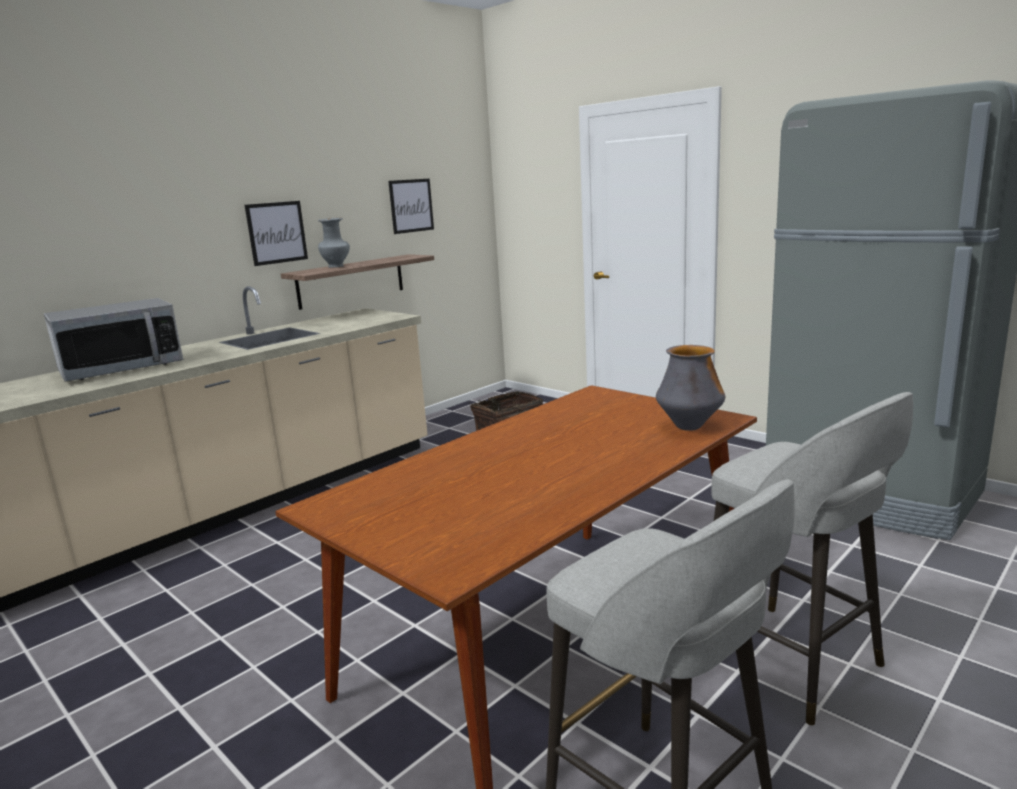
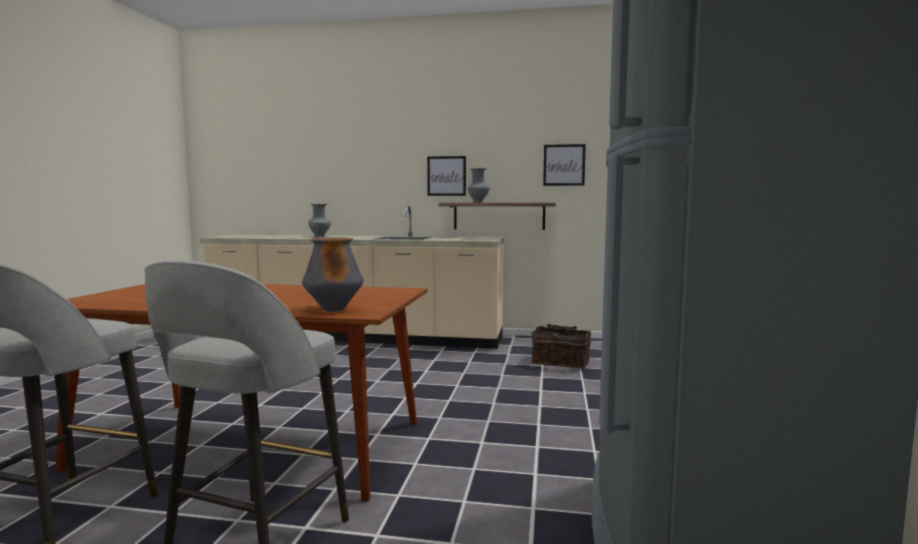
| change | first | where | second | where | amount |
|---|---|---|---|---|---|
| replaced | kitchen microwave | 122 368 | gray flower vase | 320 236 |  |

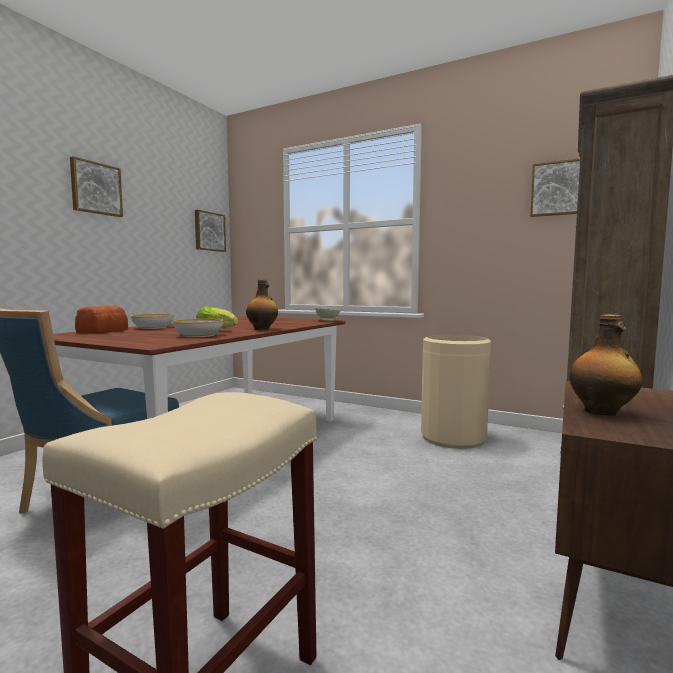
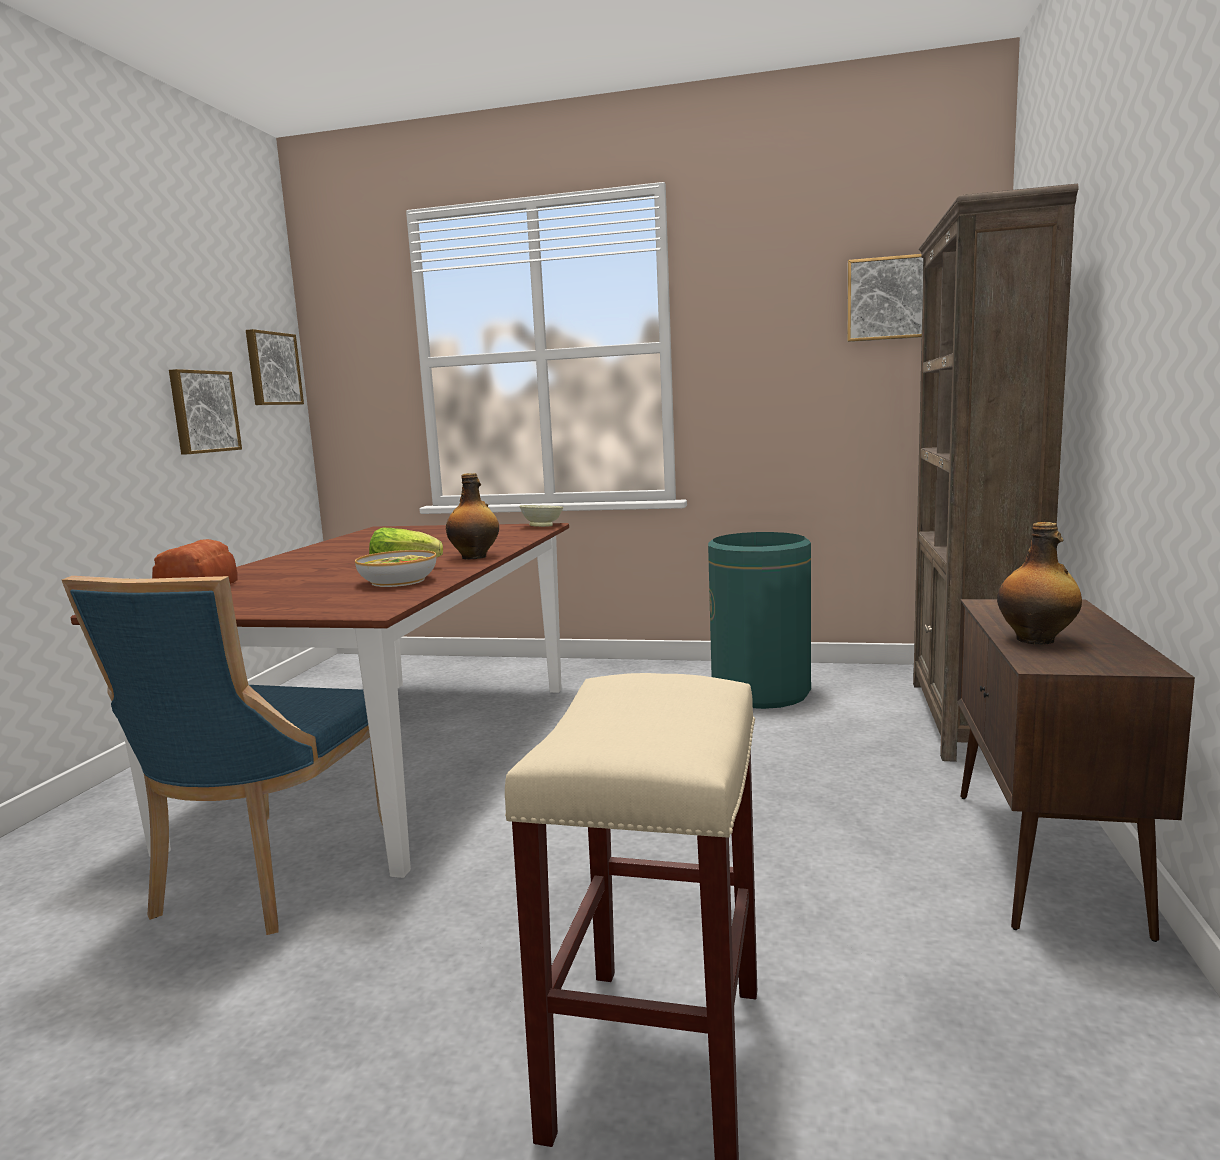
| change | first | where | second | where | amount |
|---|---|---|---|---|---|
| moved | wall picture | 95 188 |  | 203 412 |  |
| removed | serving bowl | 153 327 |  |  |  |
| recoloured | sand-coloured rubbish bin | 453 438 | greenish rubbish bin | 761 692 |  |

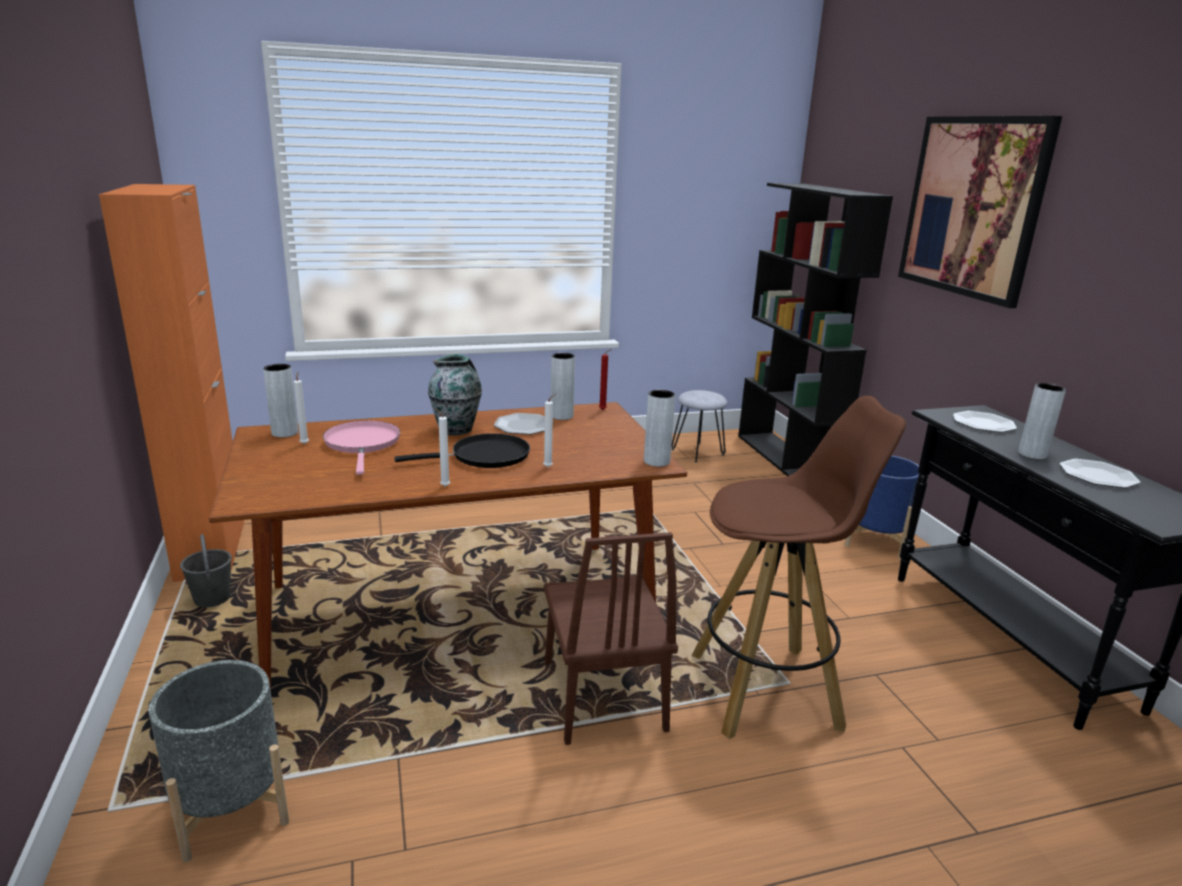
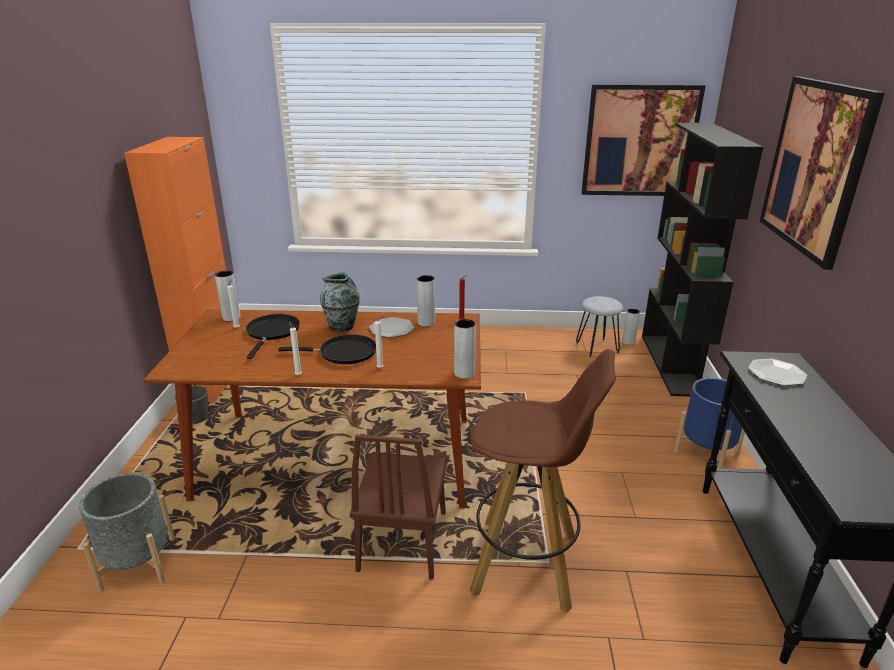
| change | first | where | second | where | amount |
|---|---|---|---|---|---|
| moved | gray flower vase | 1032 454 |  | 628 341 |  |
| recoloured | pinkish frying pan | 362 444 | black-coloured frying pan | 272 332 |  |
| removed | flat dish | 1097 476 |  |  |  |
| added |  |  | wall picture | 640 141 |  |

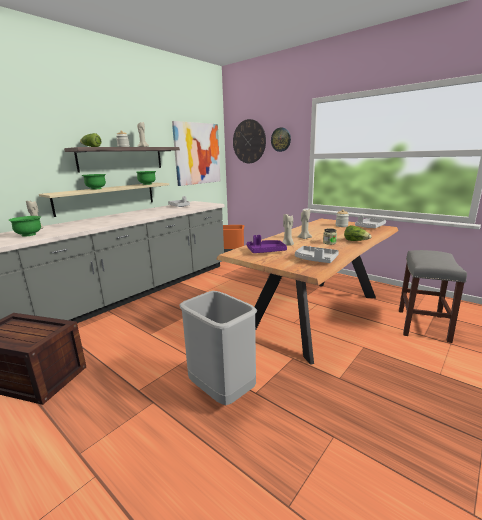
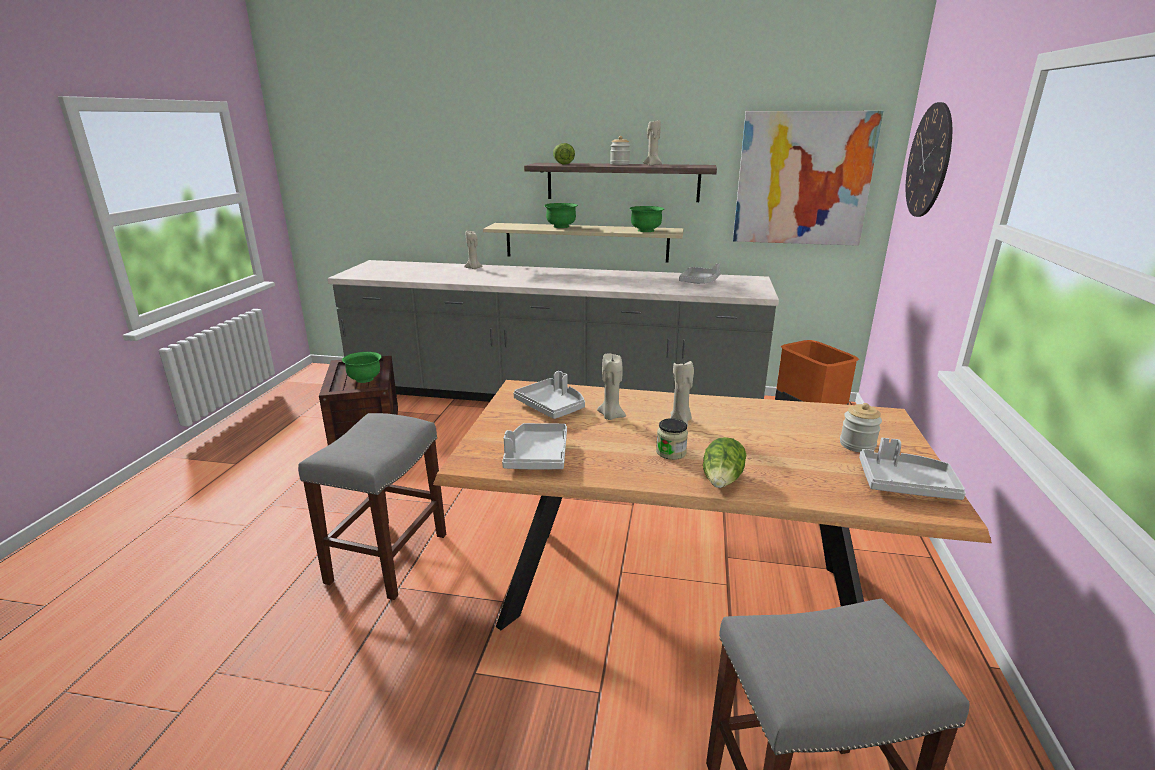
| change | first | where | second | where | amount |
|---|---|---|---|---|---|
| removed | wall clock | 281 139 |  |  |  |
| moved | greenish serving bowl | 29 235 |  | 364 379 |  |
| recoloured | purplish serving tray | 265 251 | gray serving tray | 552 407 |  |
| replaced | gray rubbish bin | 221 392 | gray stool seat | 388 556 |  |

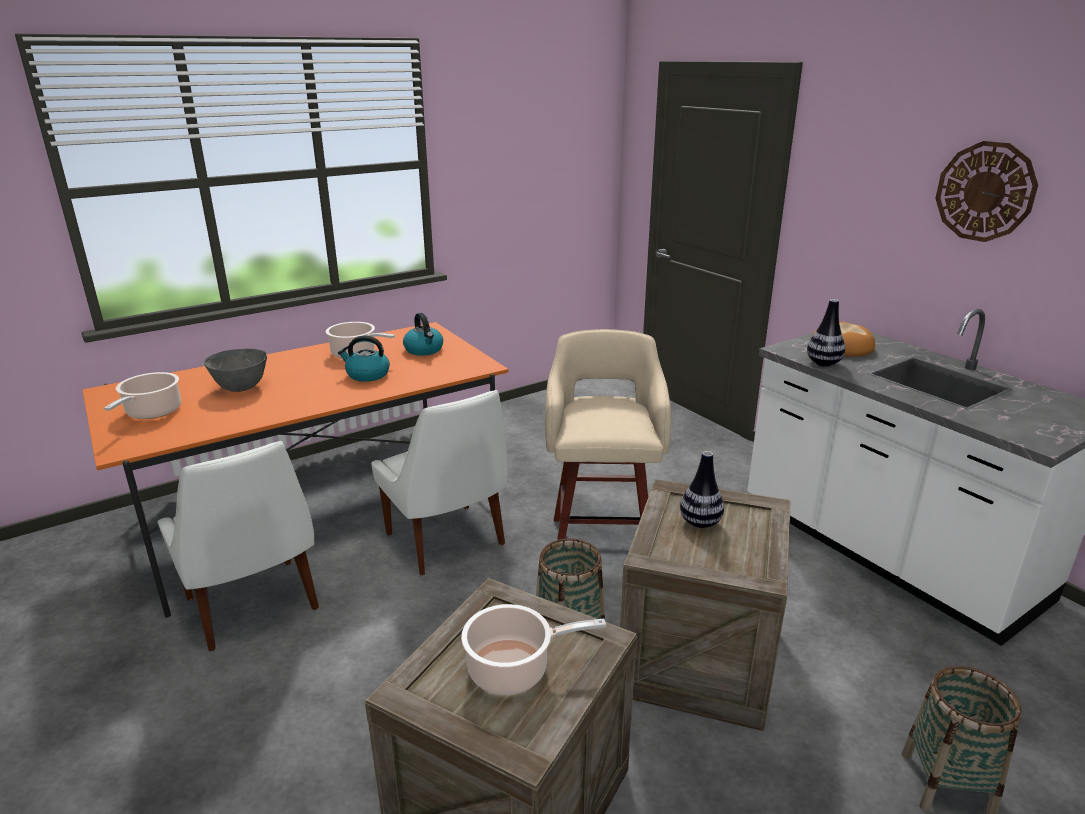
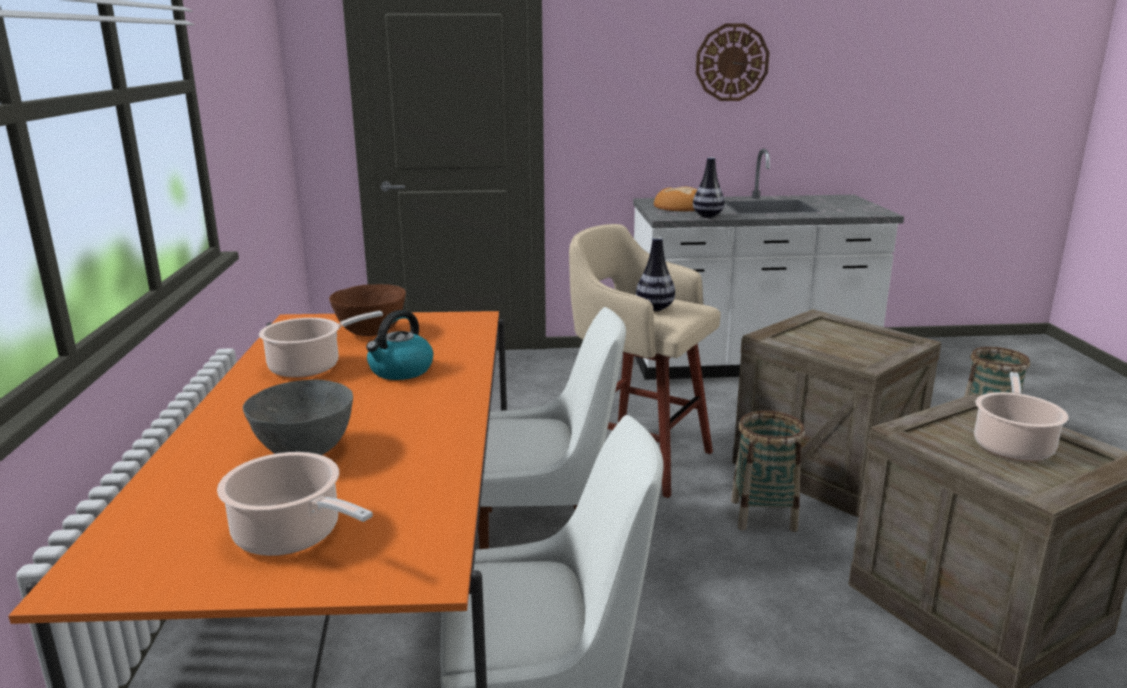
| change | first | where | second | where | amount |
|---|---|---|---|---|---|
| replaced | water kettle | 424 350 | brownish serving bowl | 370 333 |  |
| moved | flower vase | 700 523 |  | 655 308 |  |

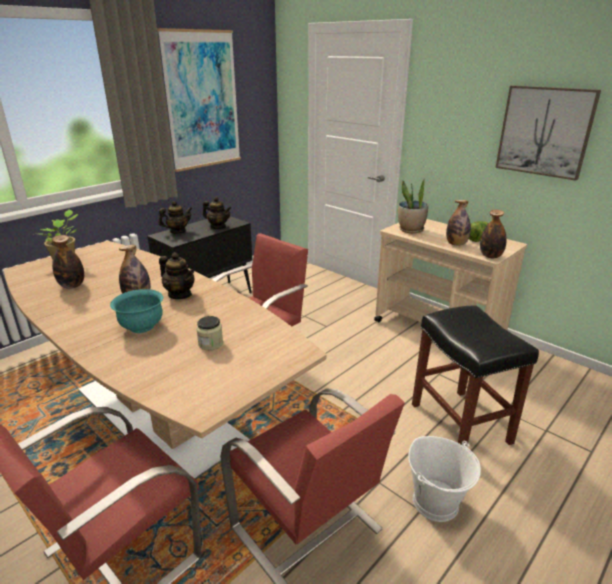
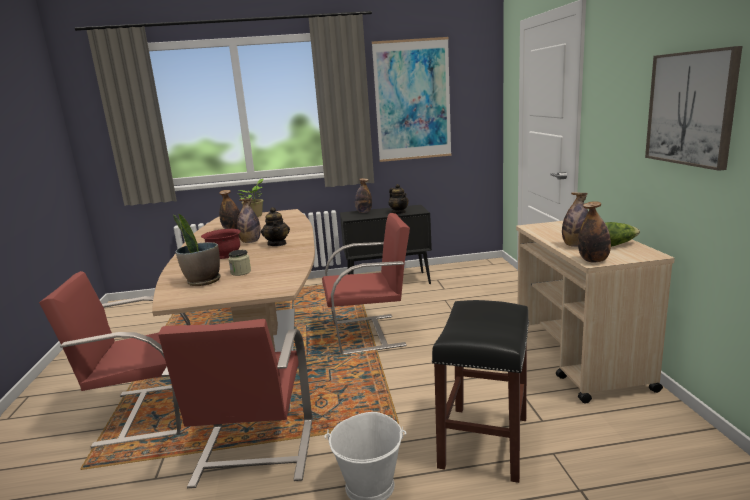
| change | first | where | second | where | amount |
|---|---|---|---|---|---|
| moved | houseplant | 410 230 |  | 203 281 |  |
| replaced | tea pot | 177 231 | bottle | 364 212 |  |
| recoloured | turquoise-coloured serving bowl | 141 327 | red serving bowl | 224 256 |  |

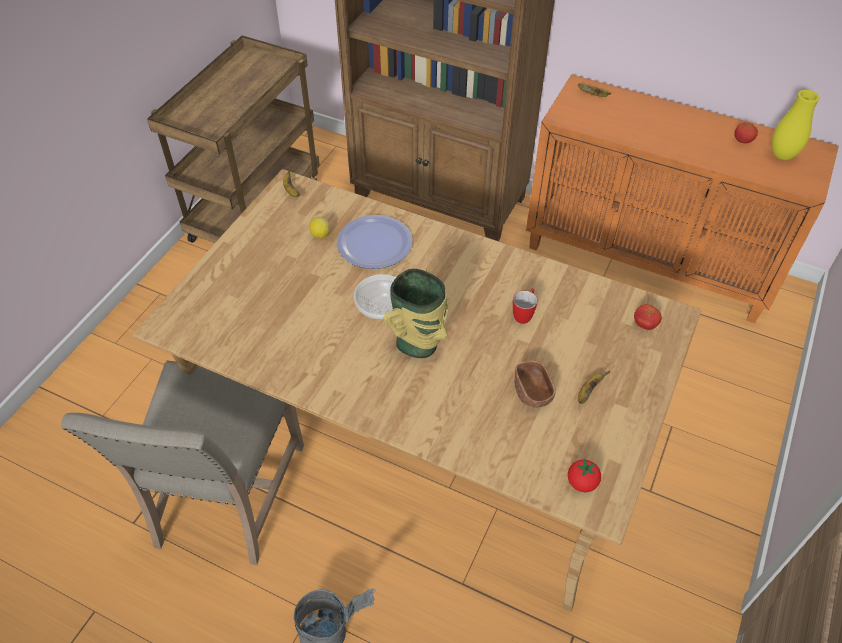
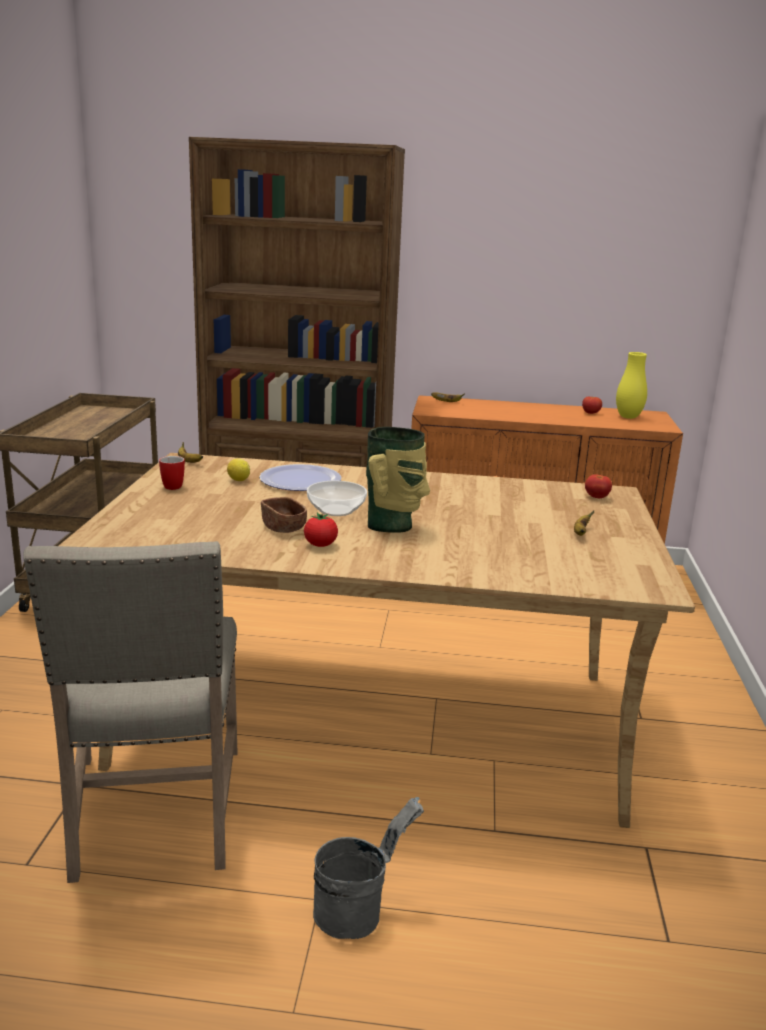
| change | first | where | second | where | amount |
|---|---|---|---|---|---|
| moved | tea mug | 524 314 |  | 175 485 |  |
| moved | brownish serving bowl | 532 393 |  | 283 528 |  |
| moved | tomato | 582 482 |  | 320 545 |  |

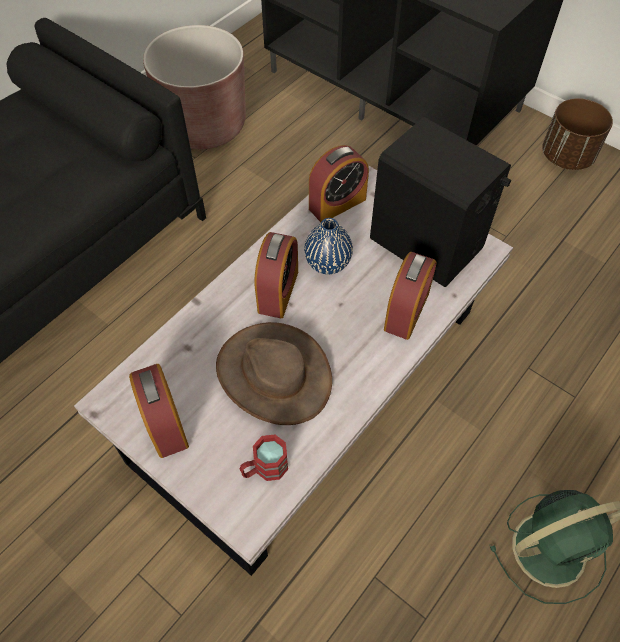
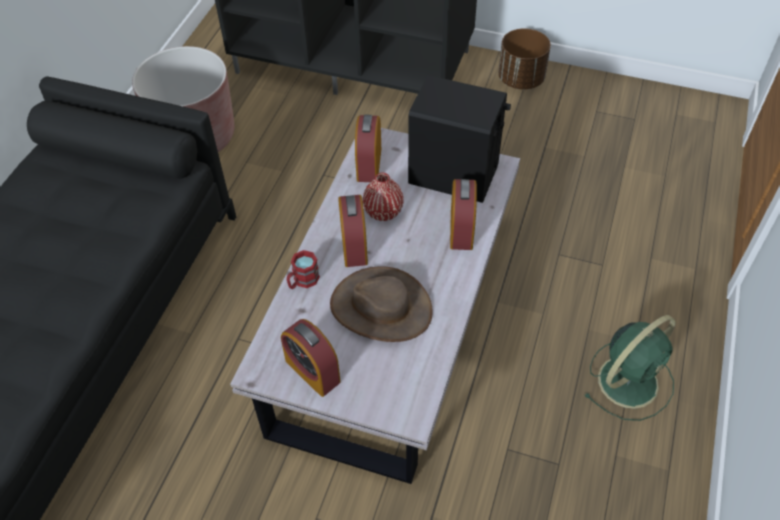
| change | first | where | second | where | amount |
|---|---|---|---|---|---|
| turned | alarm clock | 337 204 |  | 369 164 | 150 degrees clockwise |
| recoloured | blue-coloured flower vase | 327 263 | red flower vase | 383 212 |  |
| moved | red tea mug | 264 468 |  | 302 281 |  |

